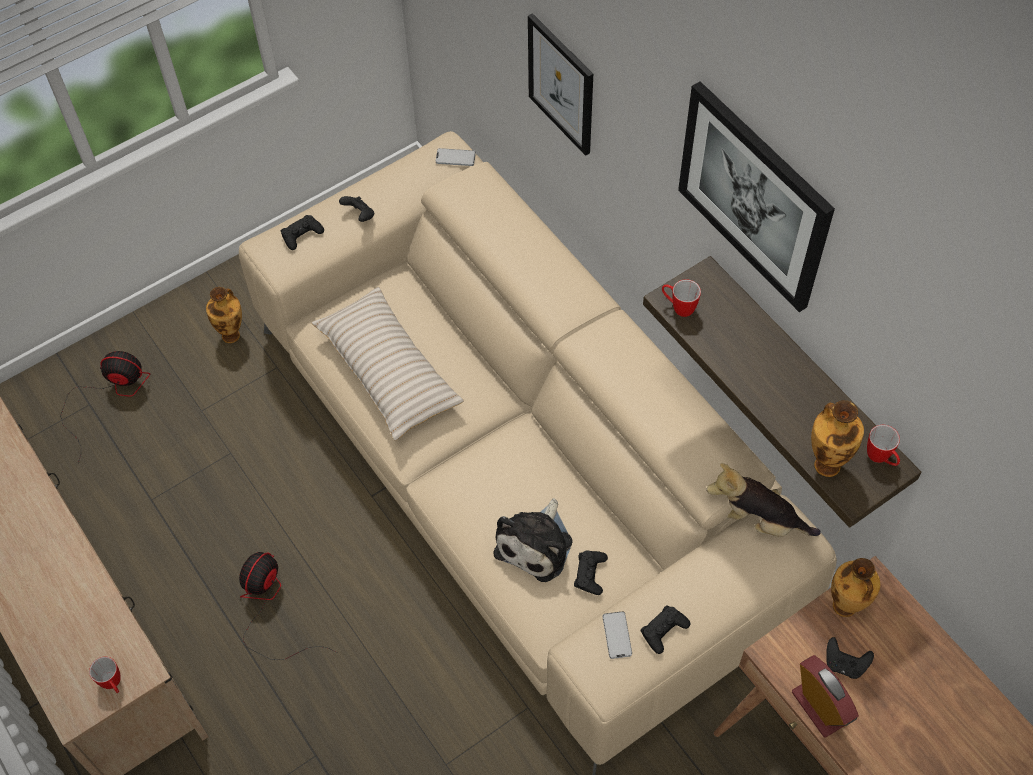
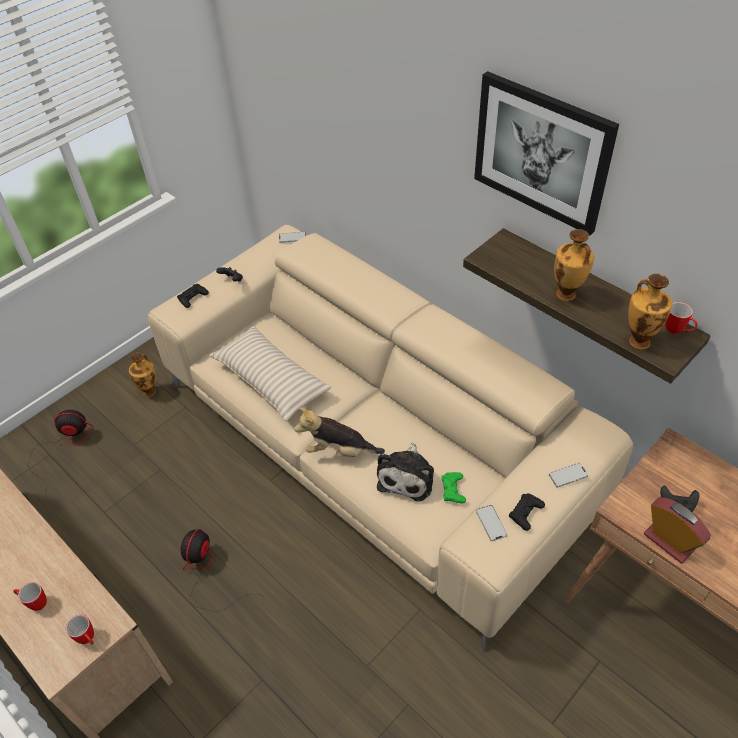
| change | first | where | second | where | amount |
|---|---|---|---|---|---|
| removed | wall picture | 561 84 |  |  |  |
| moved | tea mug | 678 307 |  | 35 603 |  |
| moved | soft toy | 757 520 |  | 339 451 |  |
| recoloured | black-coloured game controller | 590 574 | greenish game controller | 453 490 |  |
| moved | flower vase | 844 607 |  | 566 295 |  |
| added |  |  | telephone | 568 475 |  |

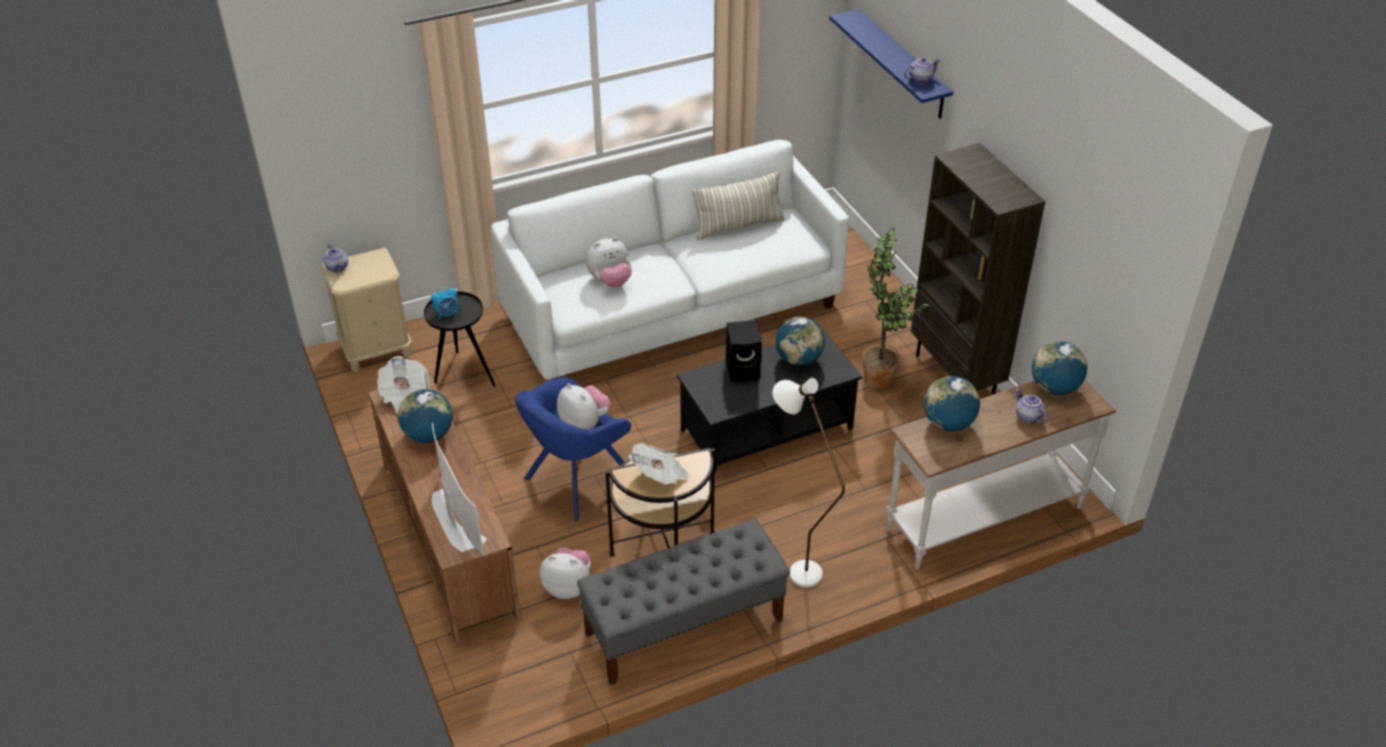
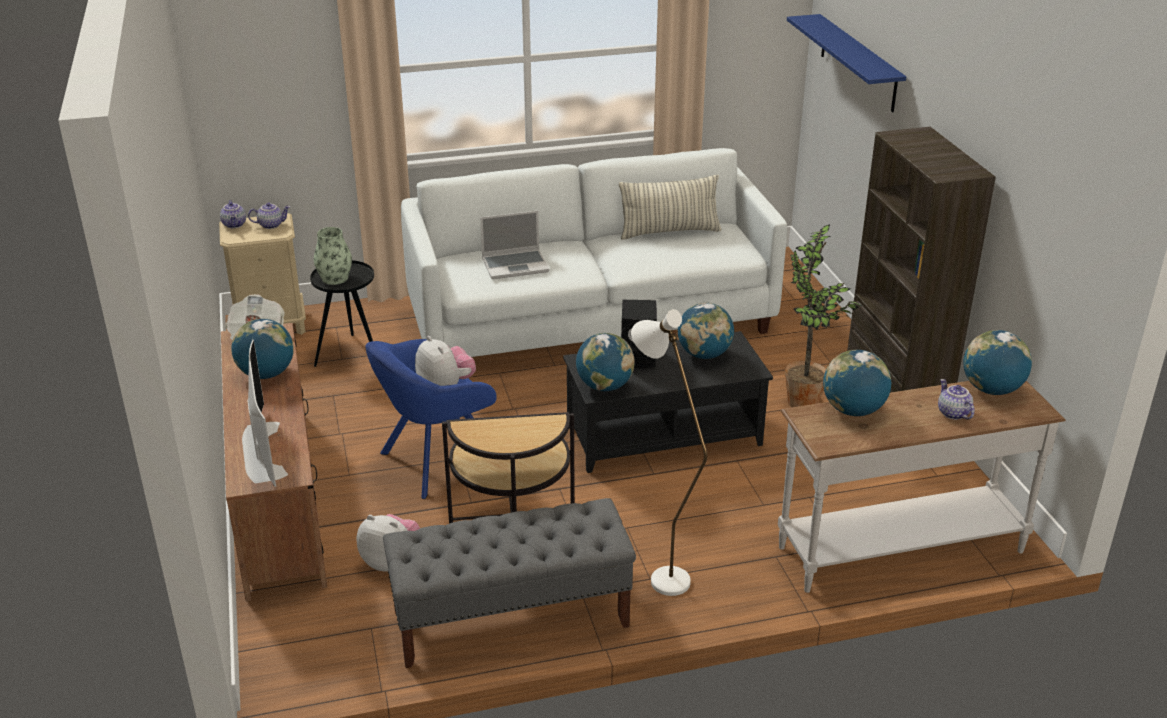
| change | first | where | second | where | amount |
|---|---|---|---|---|---|
| moved | tea pot | 920 79 |  | 271 225 |  |
| replaced | soft toy | 610 281 | notebook computer | 516 265 |  |
| replaced | alarm clock | 447 314 | flower vase | 335 278 |  |
| removed | newspaper | 660 476 |  |  |  |
| added |  |  | globe | 604 386 |  |

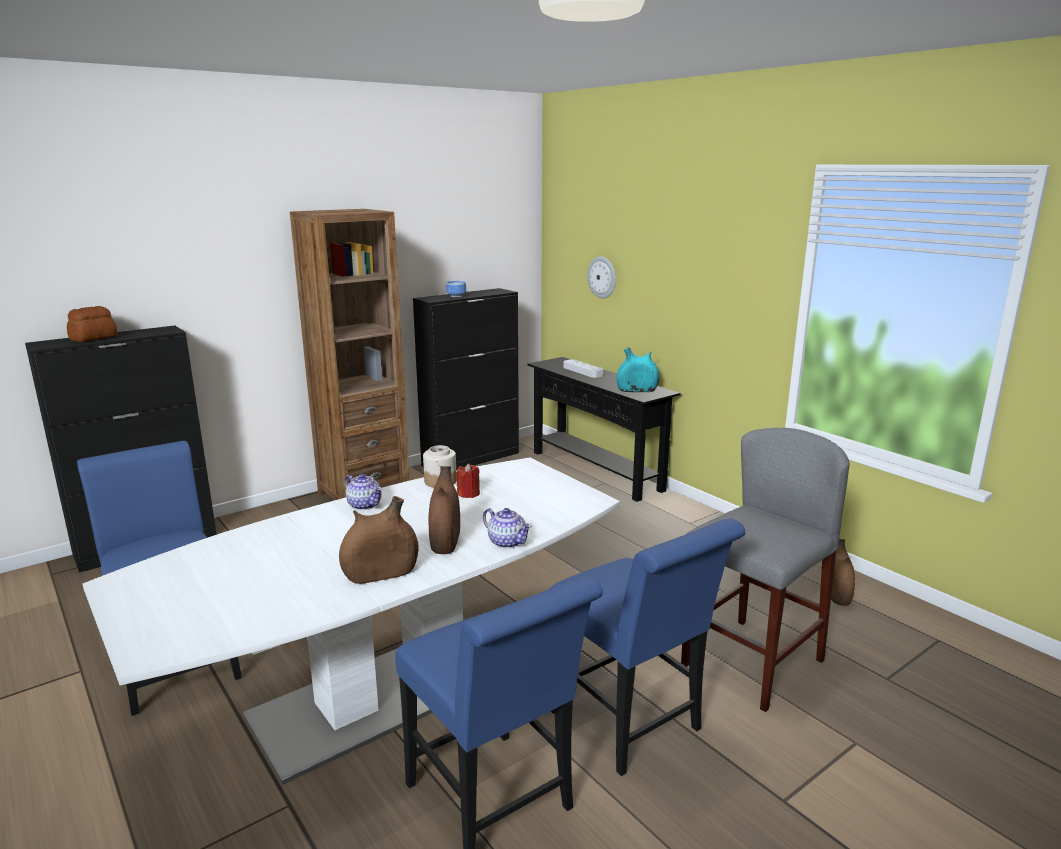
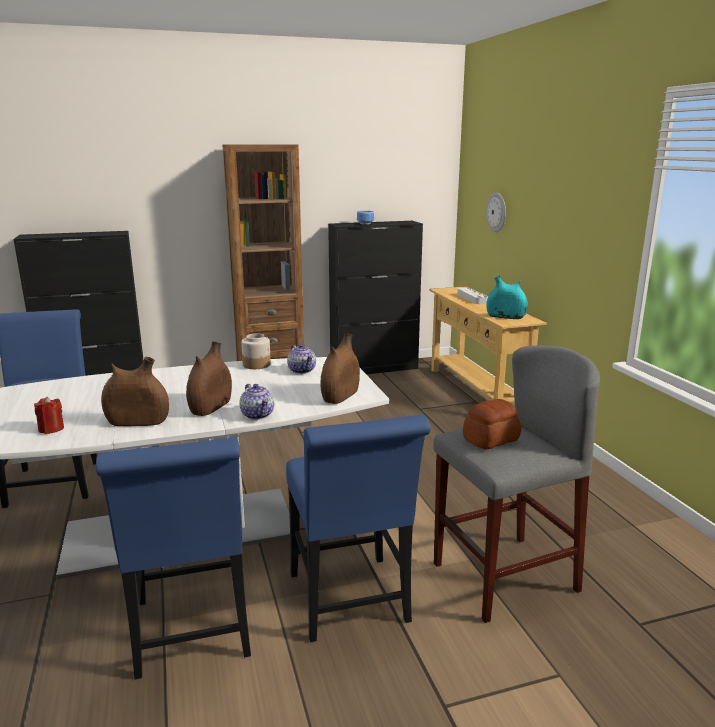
| change | first | where | second | where | amount |
|---|---|---|---|---|---|
| moved | baked bread | 94 338 |  | 492 439 |  |
| recoloured | black-coloured console table | 596 470 | sand-coloured console table | 476 391 |  |
| moved | red wax candle | 468 494 |  | 51 429 |  |
| moved | tea pot | 364 505 |  | 302 370 |  |
| moved | brownish flower vase | 837 595 |  | 340 396 |  |

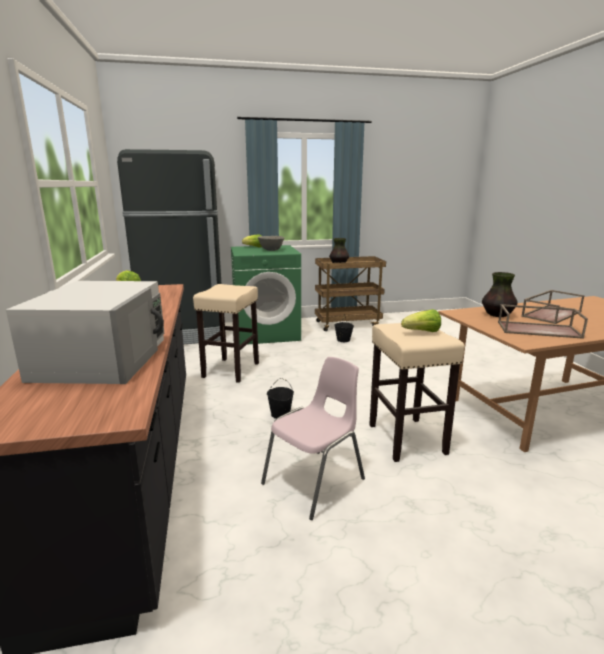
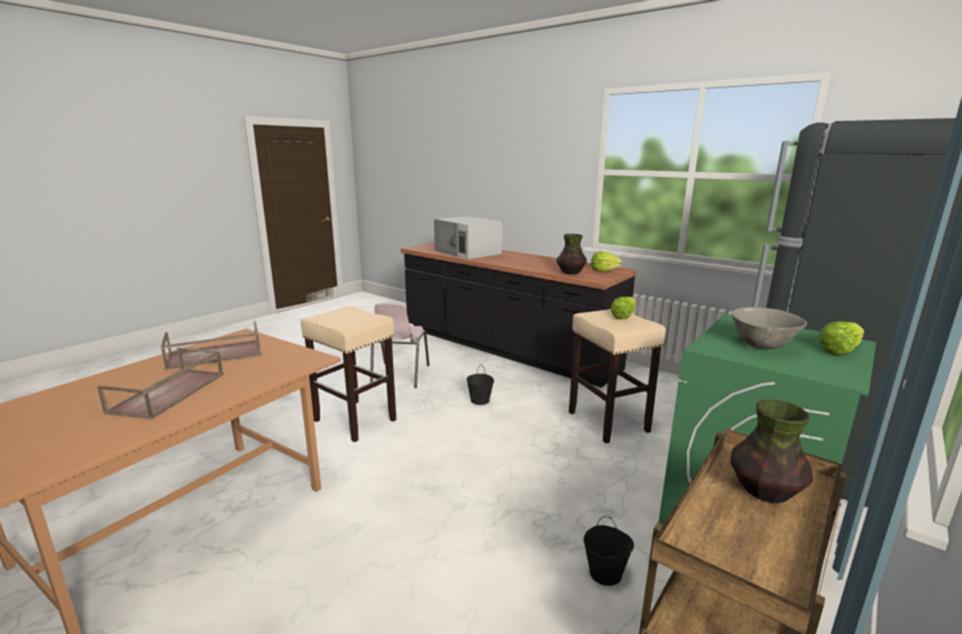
| change | first | where | second | where | amount |
|---|---|---|---|---|---|
| moved | flower vase | 497 315 |  | 570 273 |  |
| moved | lettuce | 422 332 |  | 623 316 |  |

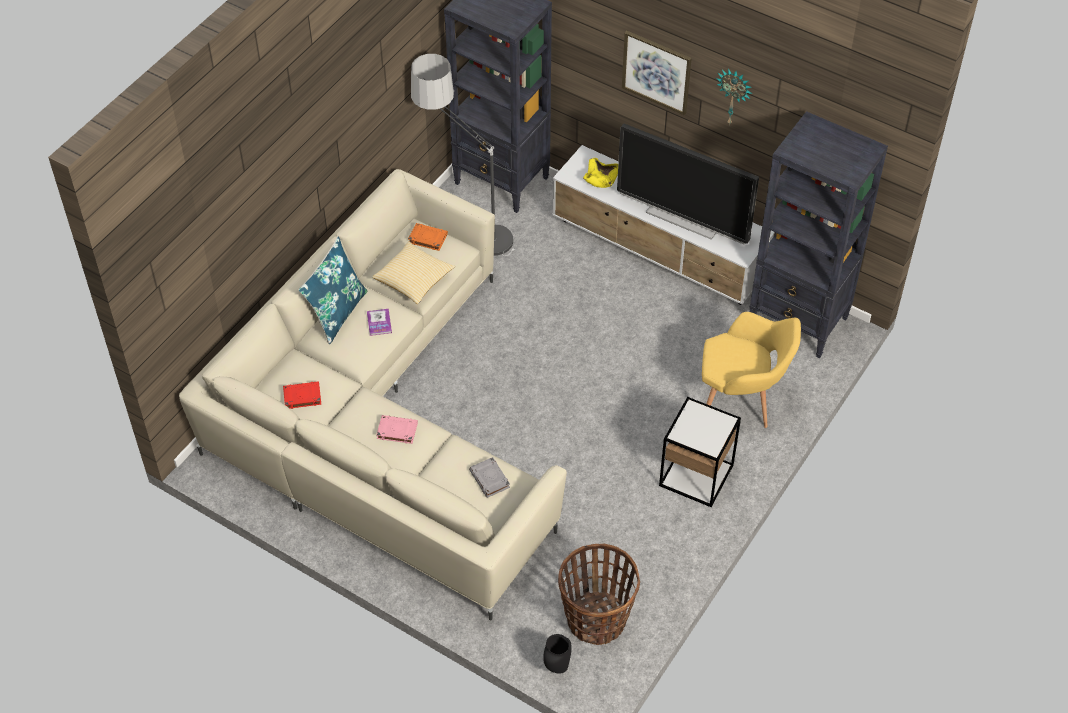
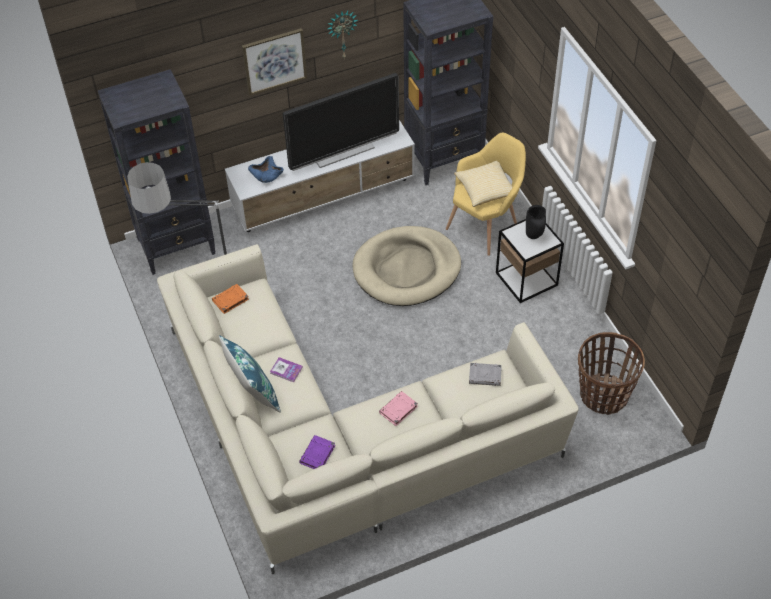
| change | first | where | second | where | amount |
|---|---|---|---|---|---|
| recoloured | yellow serving bowl | 601 178 | blue-coloured serving bowl | 266 175 |  |
| moved | pillow | 414 280 |  | 485 190 |  |
| recoloured | red volume | 302 397 | purplish volume | 317 455 |  |
| moved | black-coloured flower vase | 557 668 |  | 534 236 |  |
| added |  |  | sand-coloured dog bed | 407 269 |  |

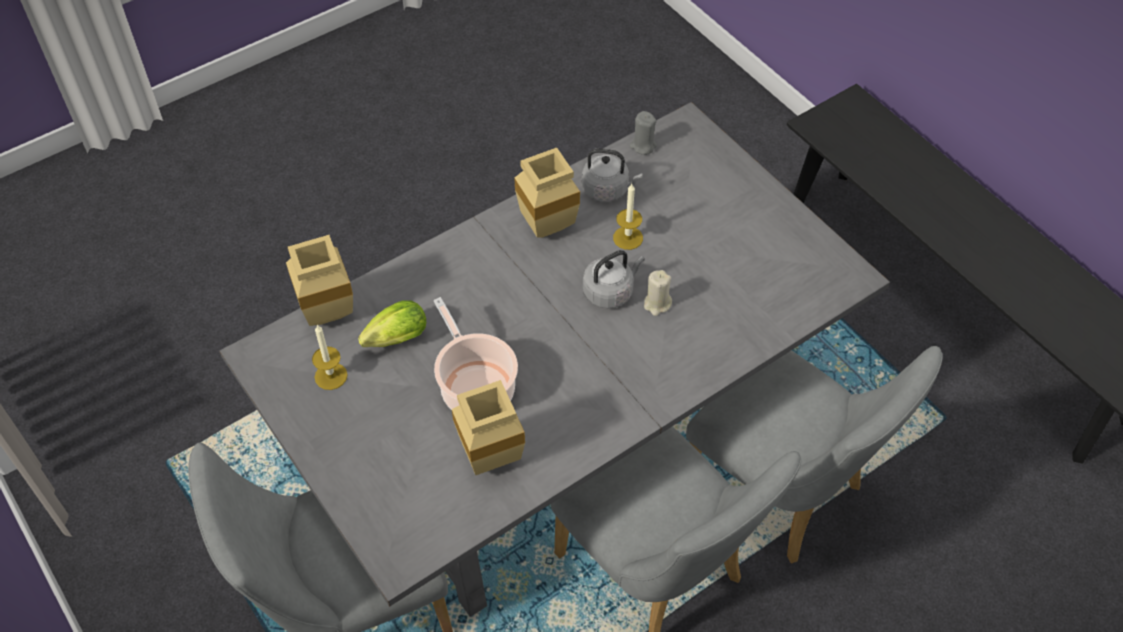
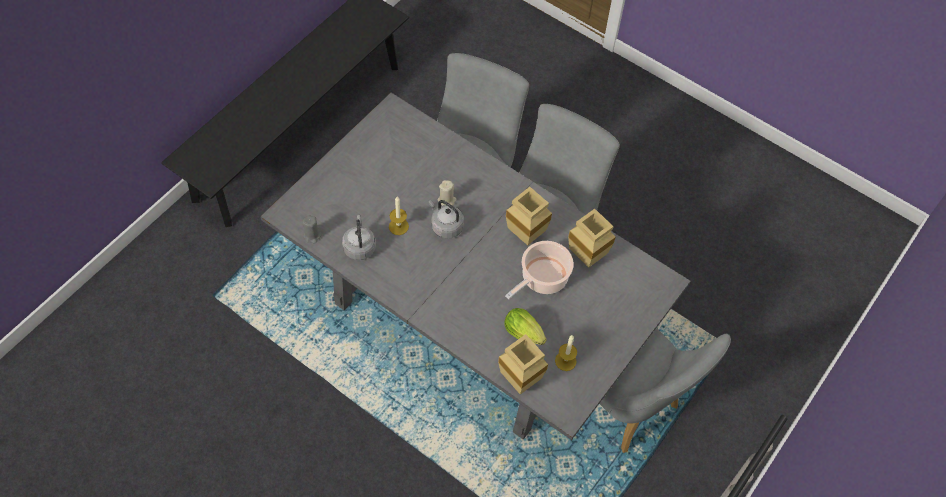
| change | first | where | second | where | amount |
|---|---|---|---|---|---|
| moved | sand-coloured flower vase | 549 226 |  | 523 235 |  |

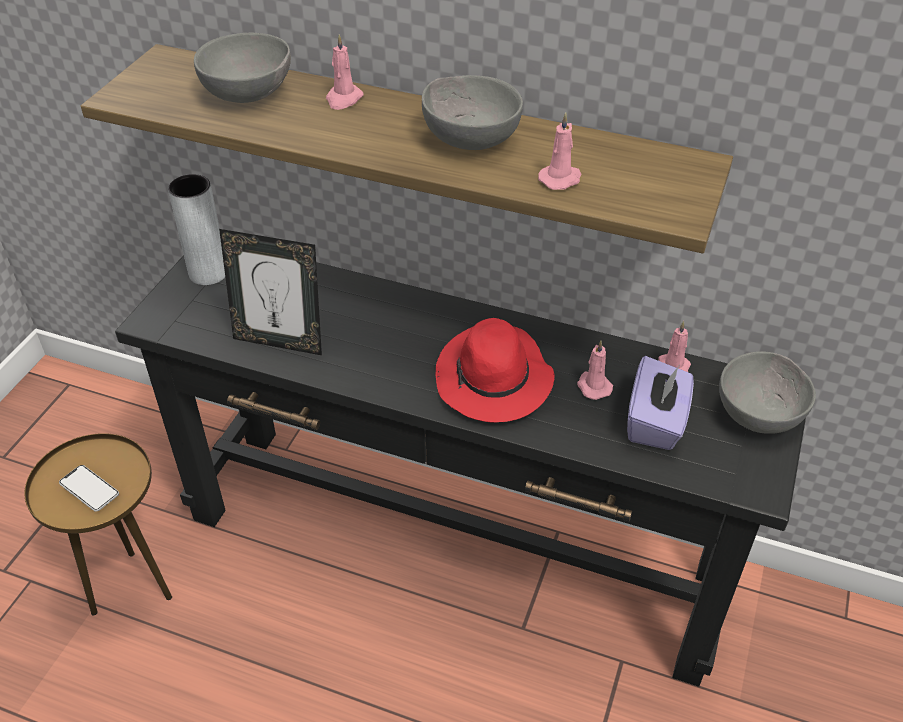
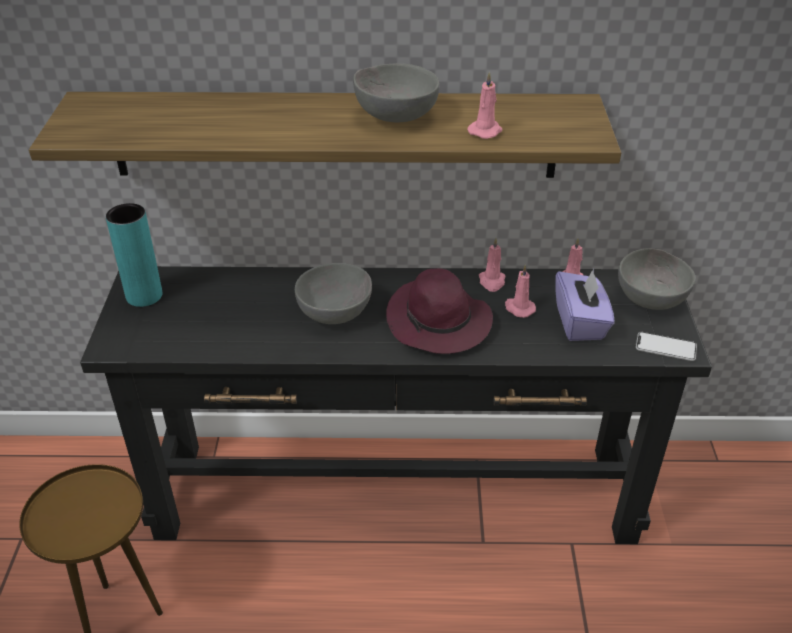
| change | first | where | second | where | amount |
|---|---|---|---|---|---|
| moved | gray serving bowl | 250 95 |  | 337 313 |  |
| moved | pinkish wax candle | 343 99 |  | 492 282 |  |
| recoloured | gray flower vase | 208 273 | turquoise-coloured flower vase | 144 296 |  |
| removed | picture frame | 280 341 |  |  |  |
| recoloured | red wearable hat | 494 380 | purplish wearable hat | 439 322 |  |
| moved | telephone | 89 489 |  | 665 347 |  |

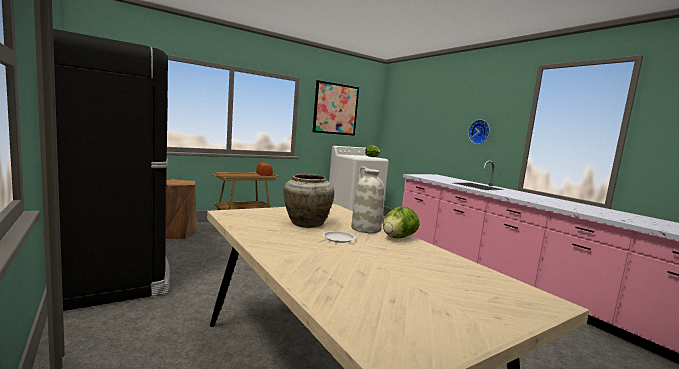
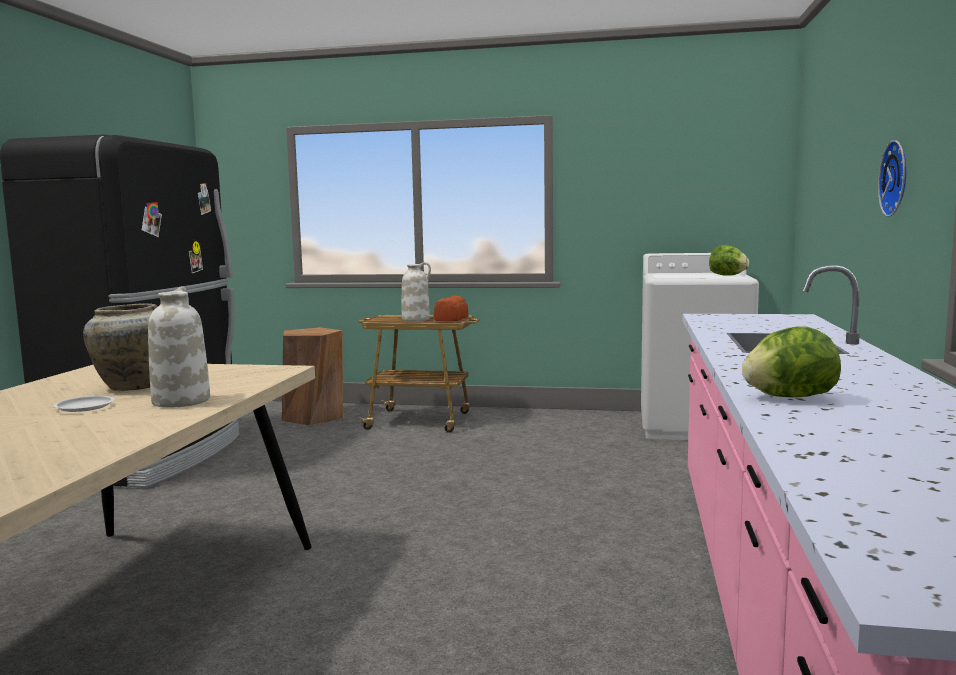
| change | first | where | second | where | amount |
|---|---|---|---|---|---|
| removed | wall picture | 335 109 |  |  |  |
| moved | lettuce | 398 238 |  | 789 397 |  |
| added |  |  | white flower vase | 416 319 |  |

